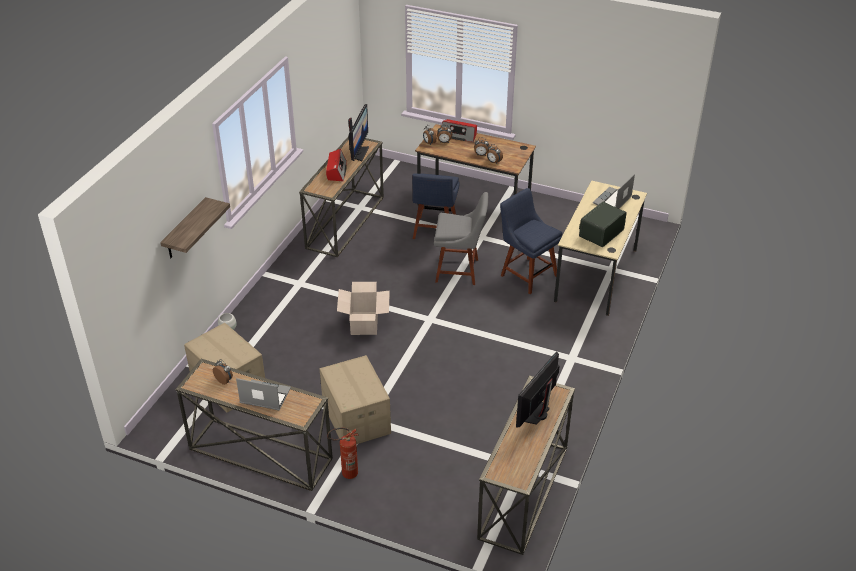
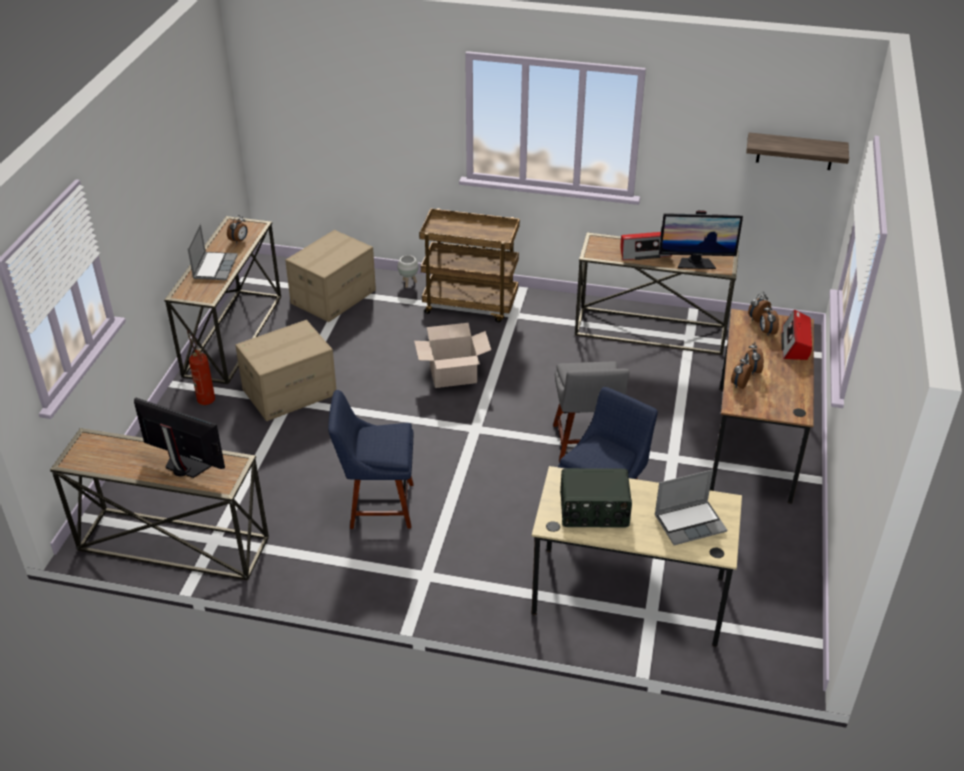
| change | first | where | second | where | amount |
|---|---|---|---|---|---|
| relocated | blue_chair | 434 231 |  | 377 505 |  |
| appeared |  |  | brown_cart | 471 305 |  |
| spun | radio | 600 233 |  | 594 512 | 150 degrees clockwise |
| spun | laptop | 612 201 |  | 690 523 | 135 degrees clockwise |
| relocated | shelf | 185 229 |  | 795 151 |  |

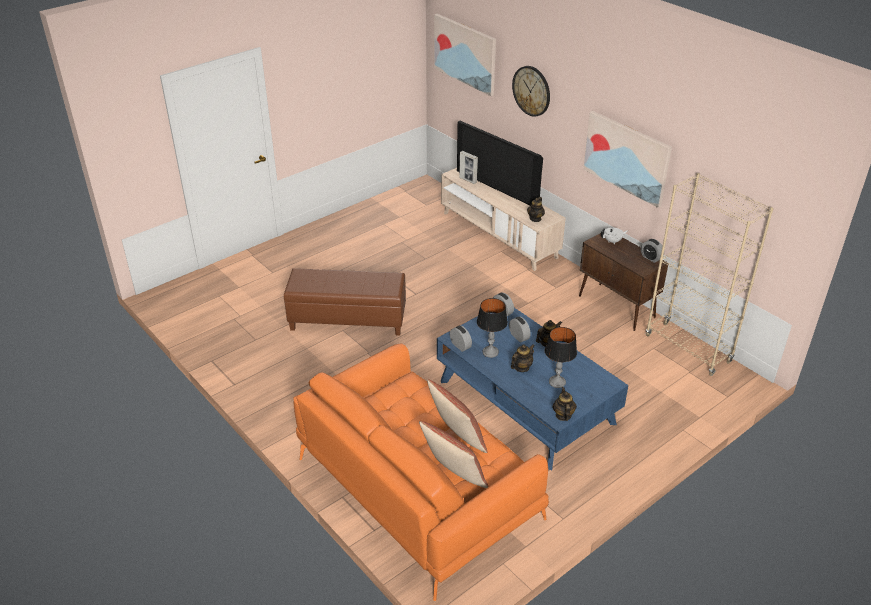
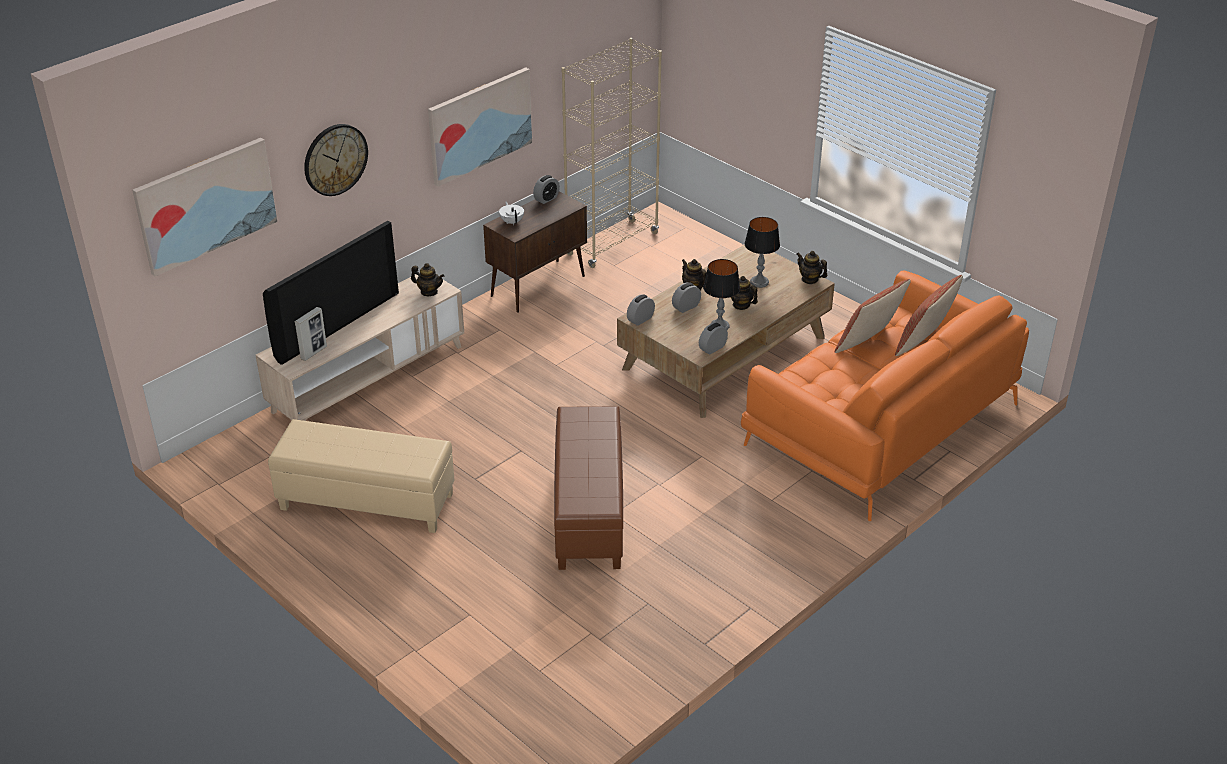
| change | first | where | second | where | amount |
|---|---|---|---|---|---|
| appeared |  |  | beige_ottoman | 366 502 |  |
| colour | blue_coffee_table | 525 401 | brown_coffee_table | 724 353 |  |
| spun | teapot | 563 415 |  | 810 279 | 45 degrees clockwise |

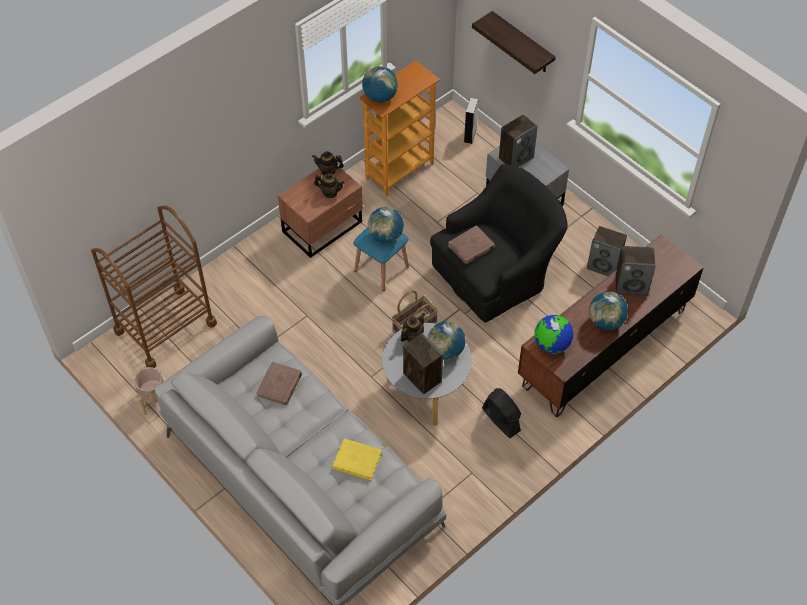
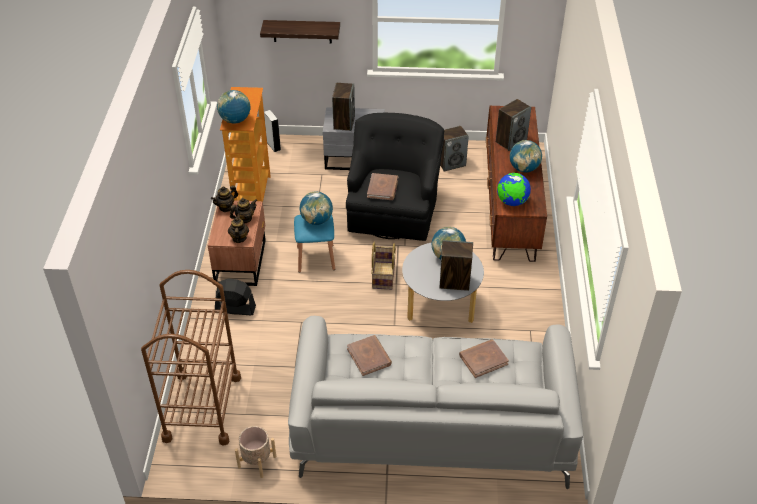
| change | first | where | second | where | amount |
|---|---|---|---|---|---|
| relocated | black_fan | 501 419 |  | 235 308 |  |
| relocated | teapot | 412 336 |  | 239 238 |  |
| colour | yellow_book | 357 460 | brown_book | 483 359 |  |

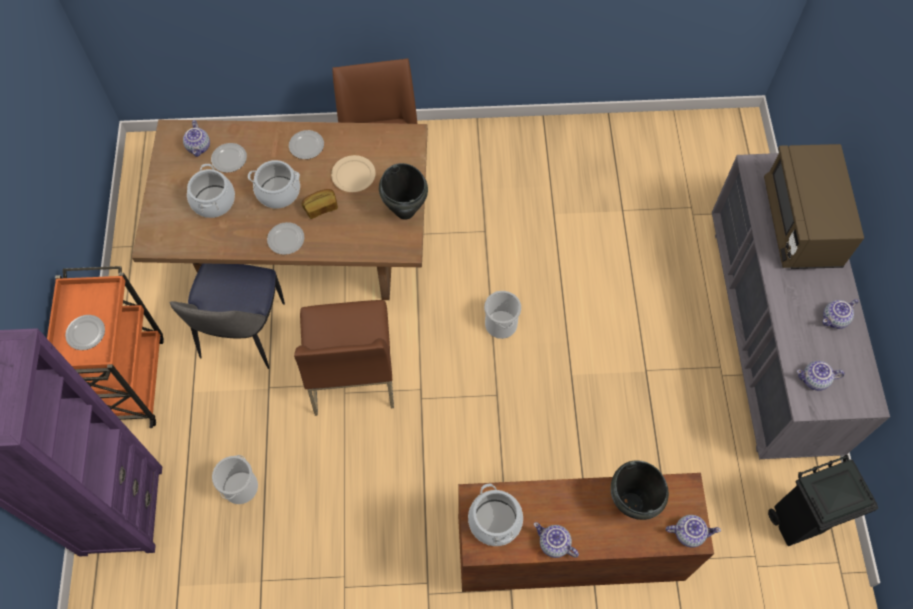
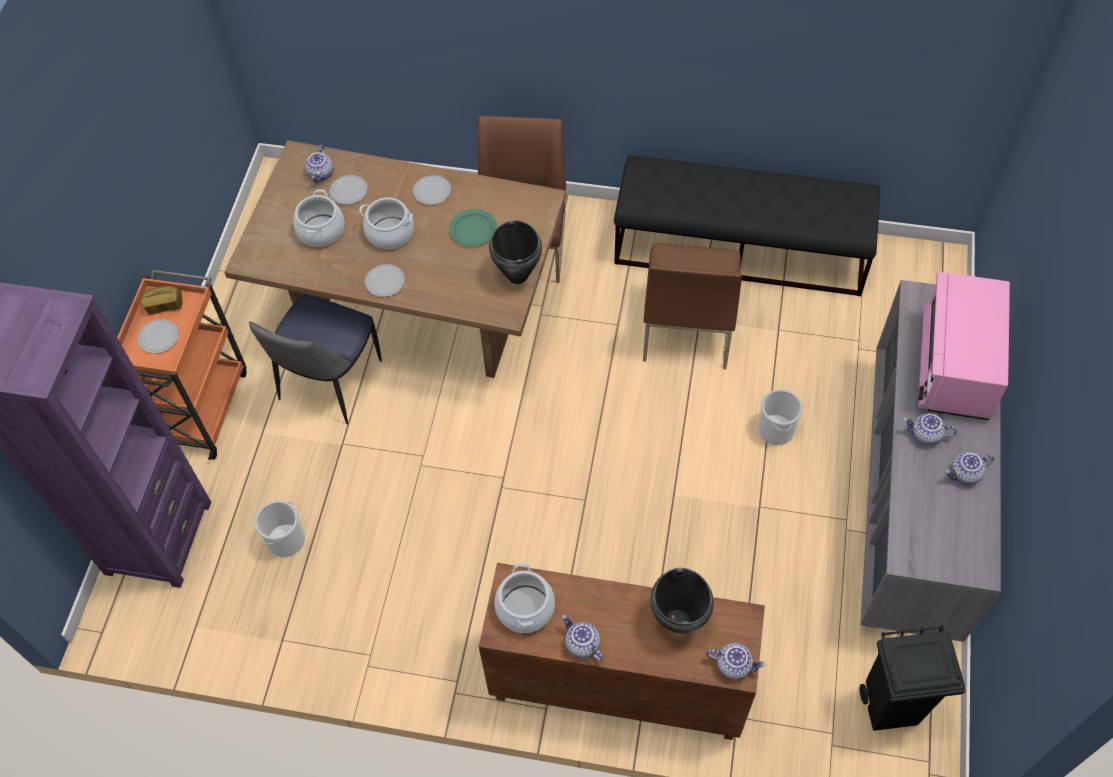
| change | first | where | second | where | amount |
|---|---|---|---|---|---|
| relocated | bread | 320 207 |  | 164 305 |  |
| colour | beige_plate | 353 175 | green_plate | 473 230 |  |
| appeared |  |  | black_bench | 741 250 |  |
| relocated | brown_chair | 351 371 |  | 686 327 |  |
| relocated | bucket | 501 324 |  | 776 430 |  |
| relocated | teapot | 814 380 |  | 925 436 |  |
| colour | brown_microwave | 801 224 | pink_microwave | 954 366 |  |

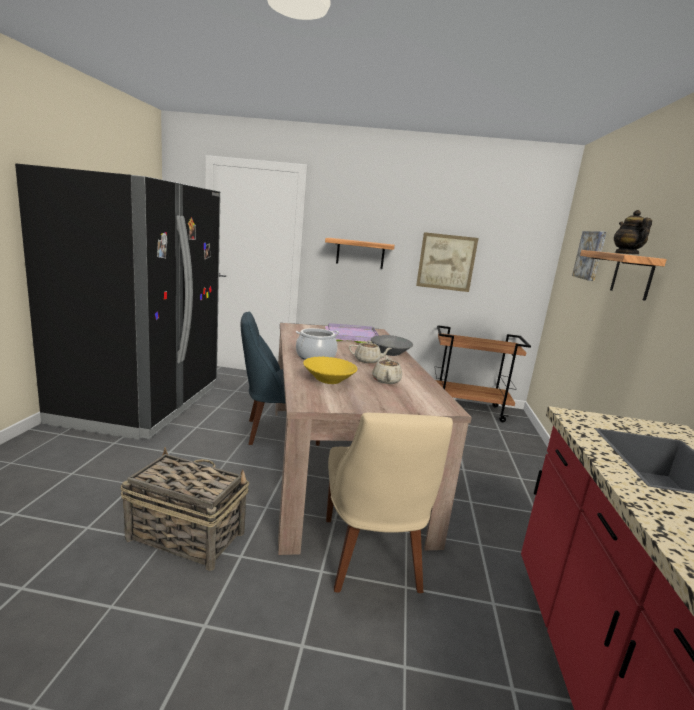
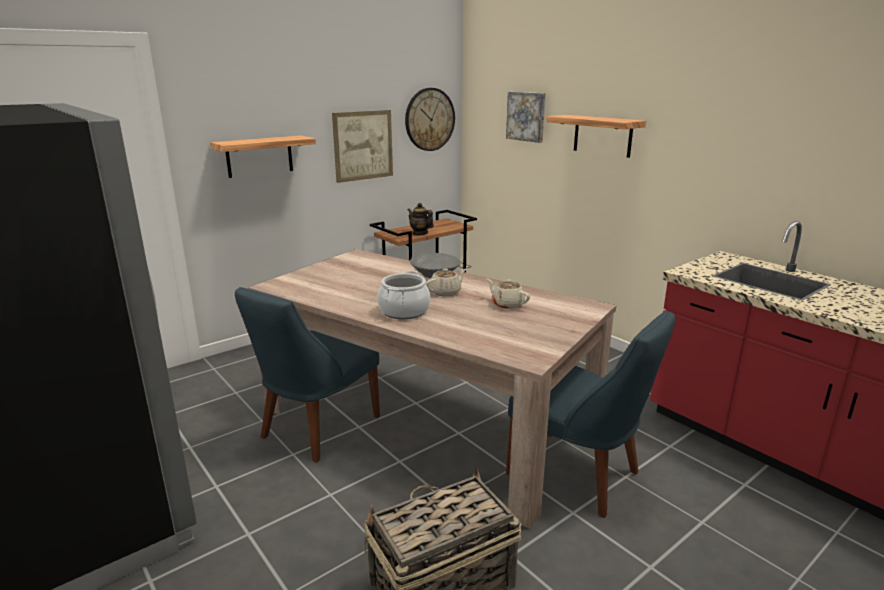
| change | first | where | second | where | amount |
|---|---|---|---|---|---|
| appeared |  |  | wall_clock | 429 119 |  |
| relocated | teapot | 626 254 |  | 420 233 |  |
| colour | beige_chair | 371 557 | blue_chair | 578 475 |  |
| missing | yellow_bowl | 329 380 |  |  |  |
| missing | purple_tray | 353 336 |  |  |  |

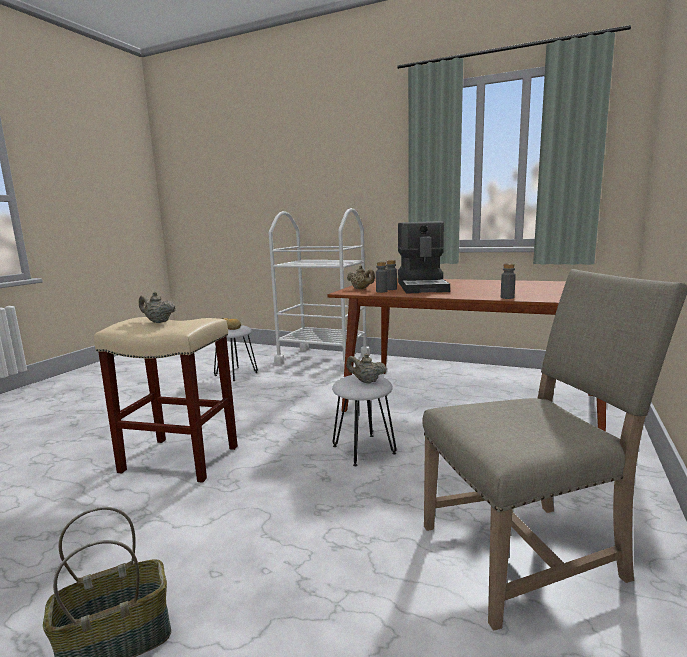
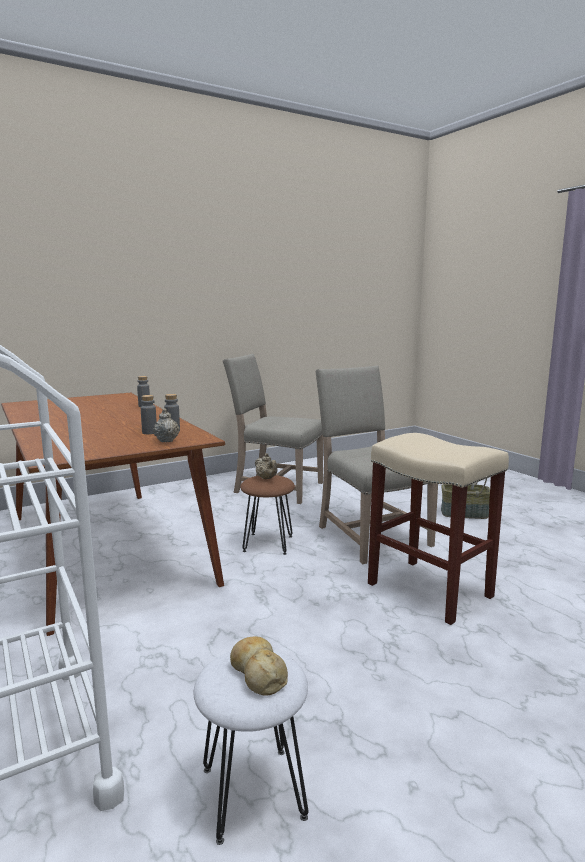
| change | first | where | second | where | amount |
|---|---|---|---|---|---|
| colour | white_stool | 363 450 | brown_stool | 268 543 |  |
| appeared |  |  | beige_chair | 369 535 |  |
| missing | beige_teapot | 158 322 |  |  |  |
| missing | coffee_machine | 423 287 |  |  |  |

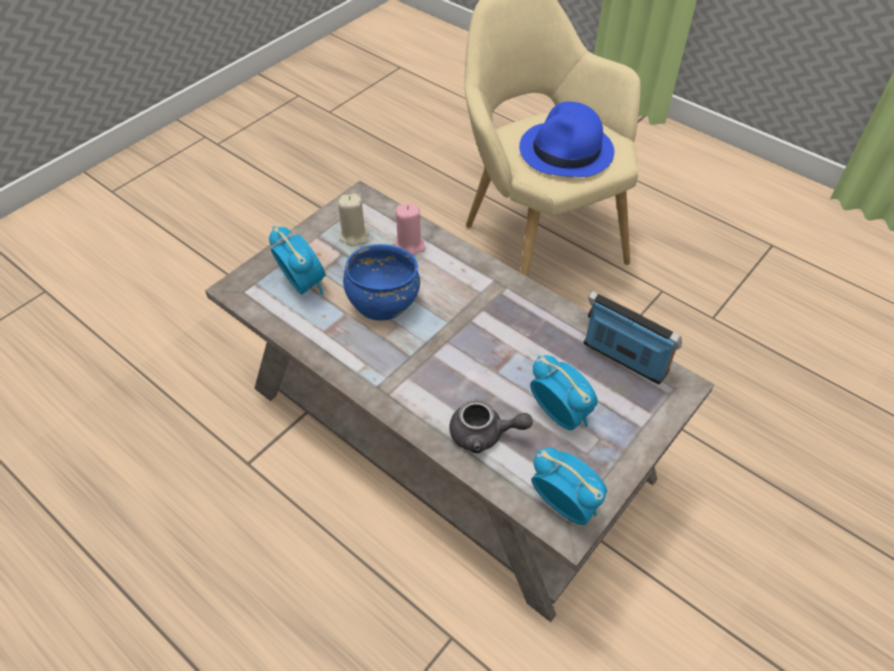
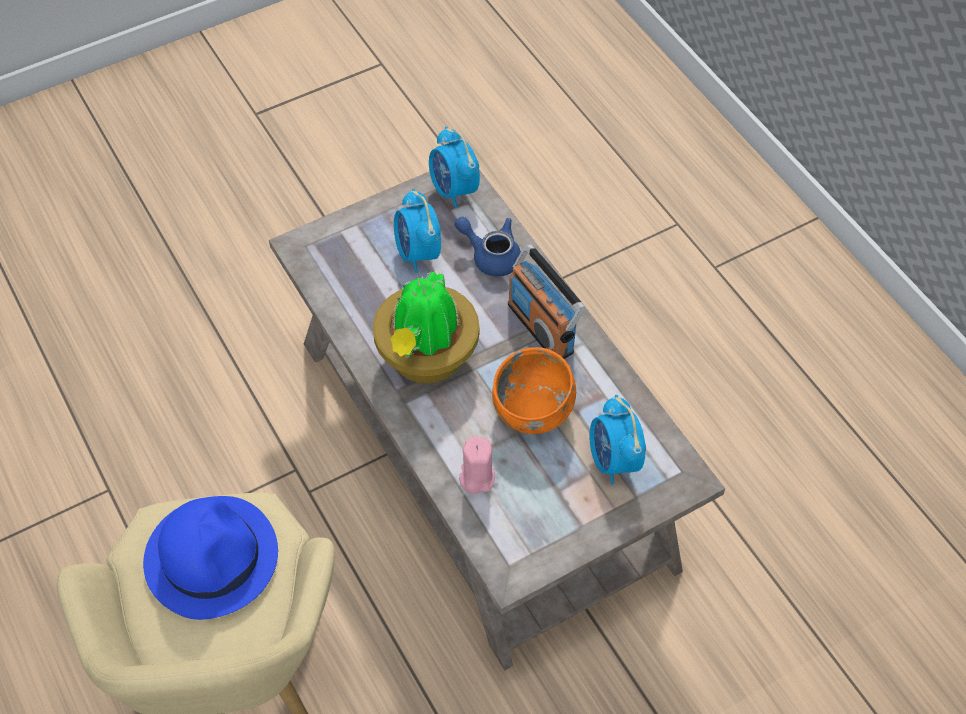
| change | first | where | second | where | amount |
|---|---|---|---|---|---|
| appeared |  |  | potted_plant | 426 359 |  |
| colour | grey_teapot | 484 435 | blue_teapot | 491 256 |  |
| colour | blue_bowl | 383 302 | orange_bowl | 533 410 |  |
| relocated | radio | 624 358 |  | 541 327 |  |
| missing | beige_candle | 354 236 |  |  |  |

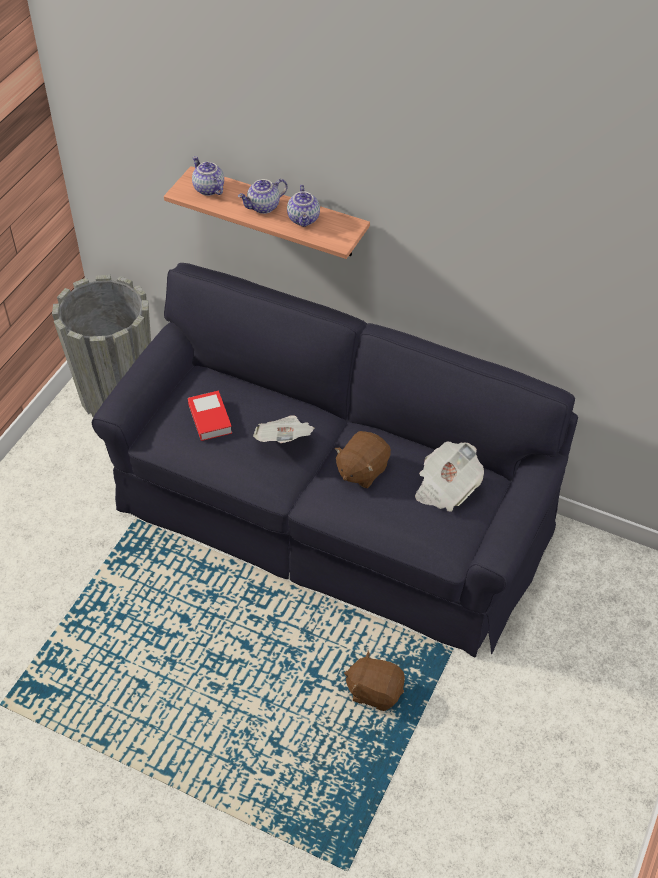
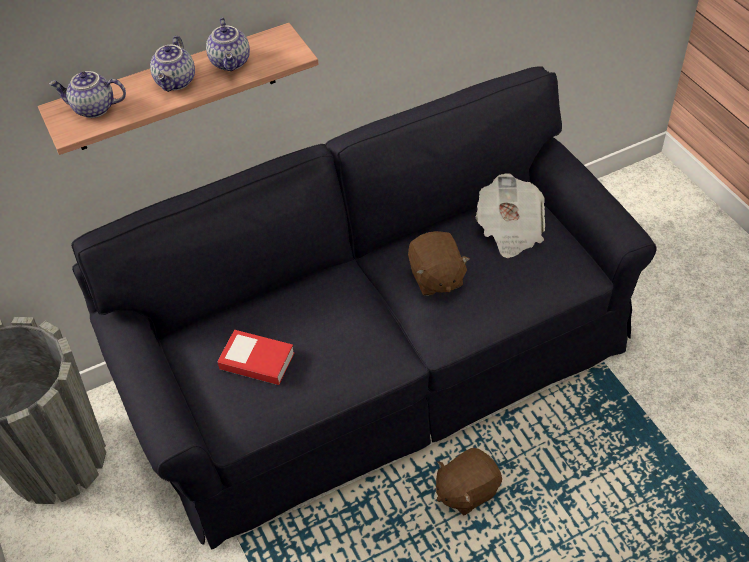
| change | first | where | second | where | amount |
|---|---|---|---|---|---|
| spun | teapot | 304 219 |  | 231 62 | 45 degrees clockwise |
| relocated | brown_plush_toy | 375 691 |  | 466 490 |  |
| missing | newspaper | 284 440 |  |  |  |

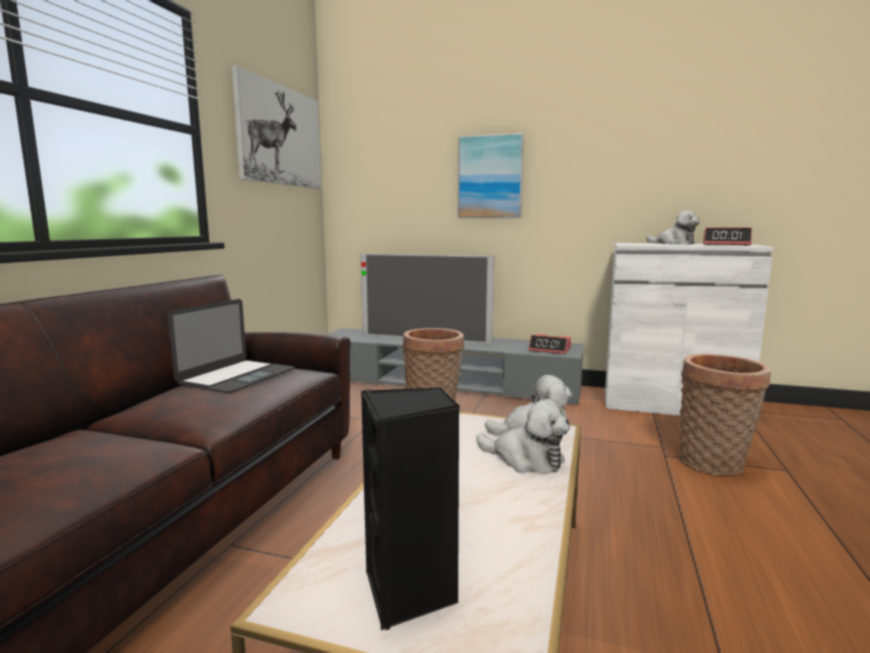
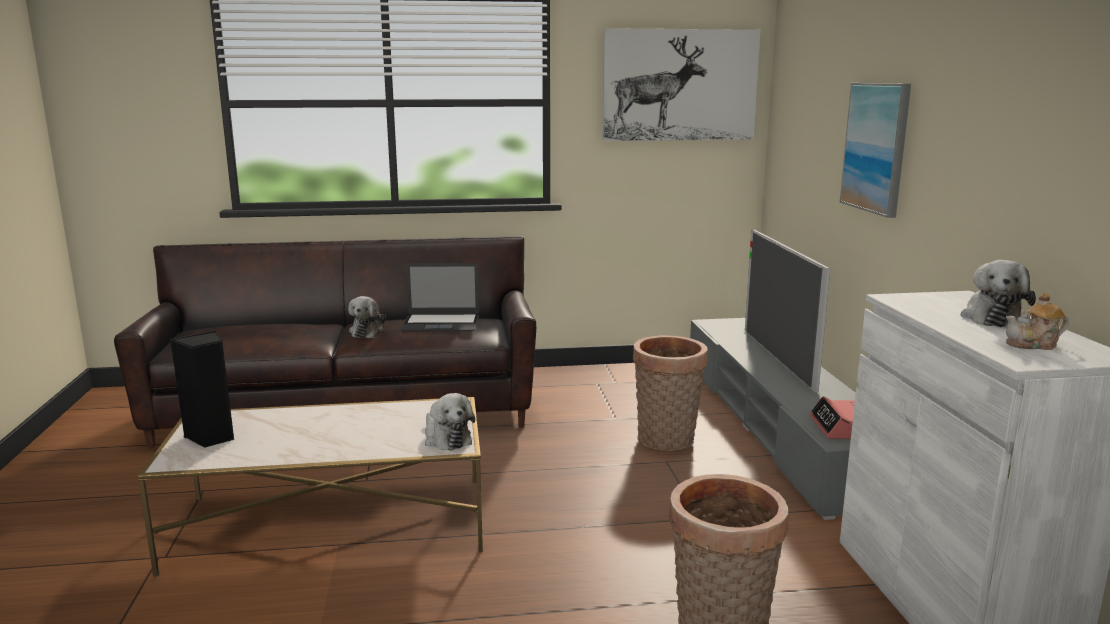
| change | first | where | second | where | amount |
|---|---|---|---|---|---|
| relocated | plush_toy | 526 459 |  | 368 331 |  |
| exchanged | alarm_clock | 726 244 | teapot | 1033 345 |  |

